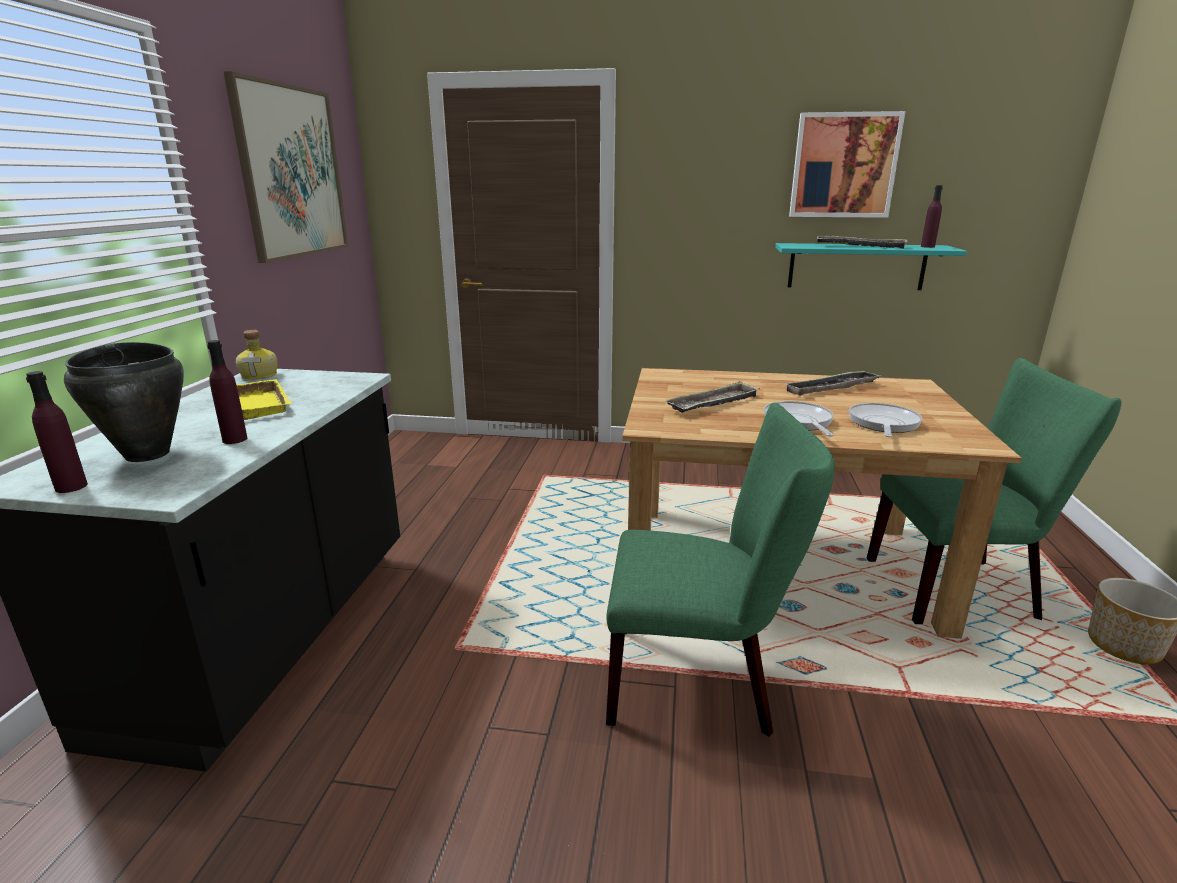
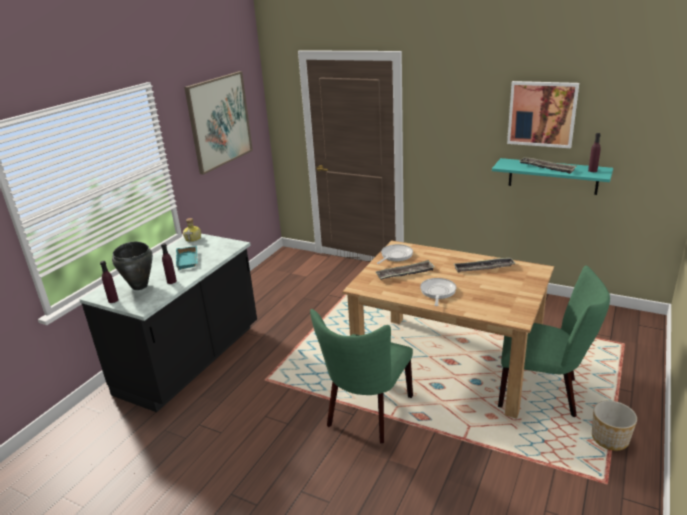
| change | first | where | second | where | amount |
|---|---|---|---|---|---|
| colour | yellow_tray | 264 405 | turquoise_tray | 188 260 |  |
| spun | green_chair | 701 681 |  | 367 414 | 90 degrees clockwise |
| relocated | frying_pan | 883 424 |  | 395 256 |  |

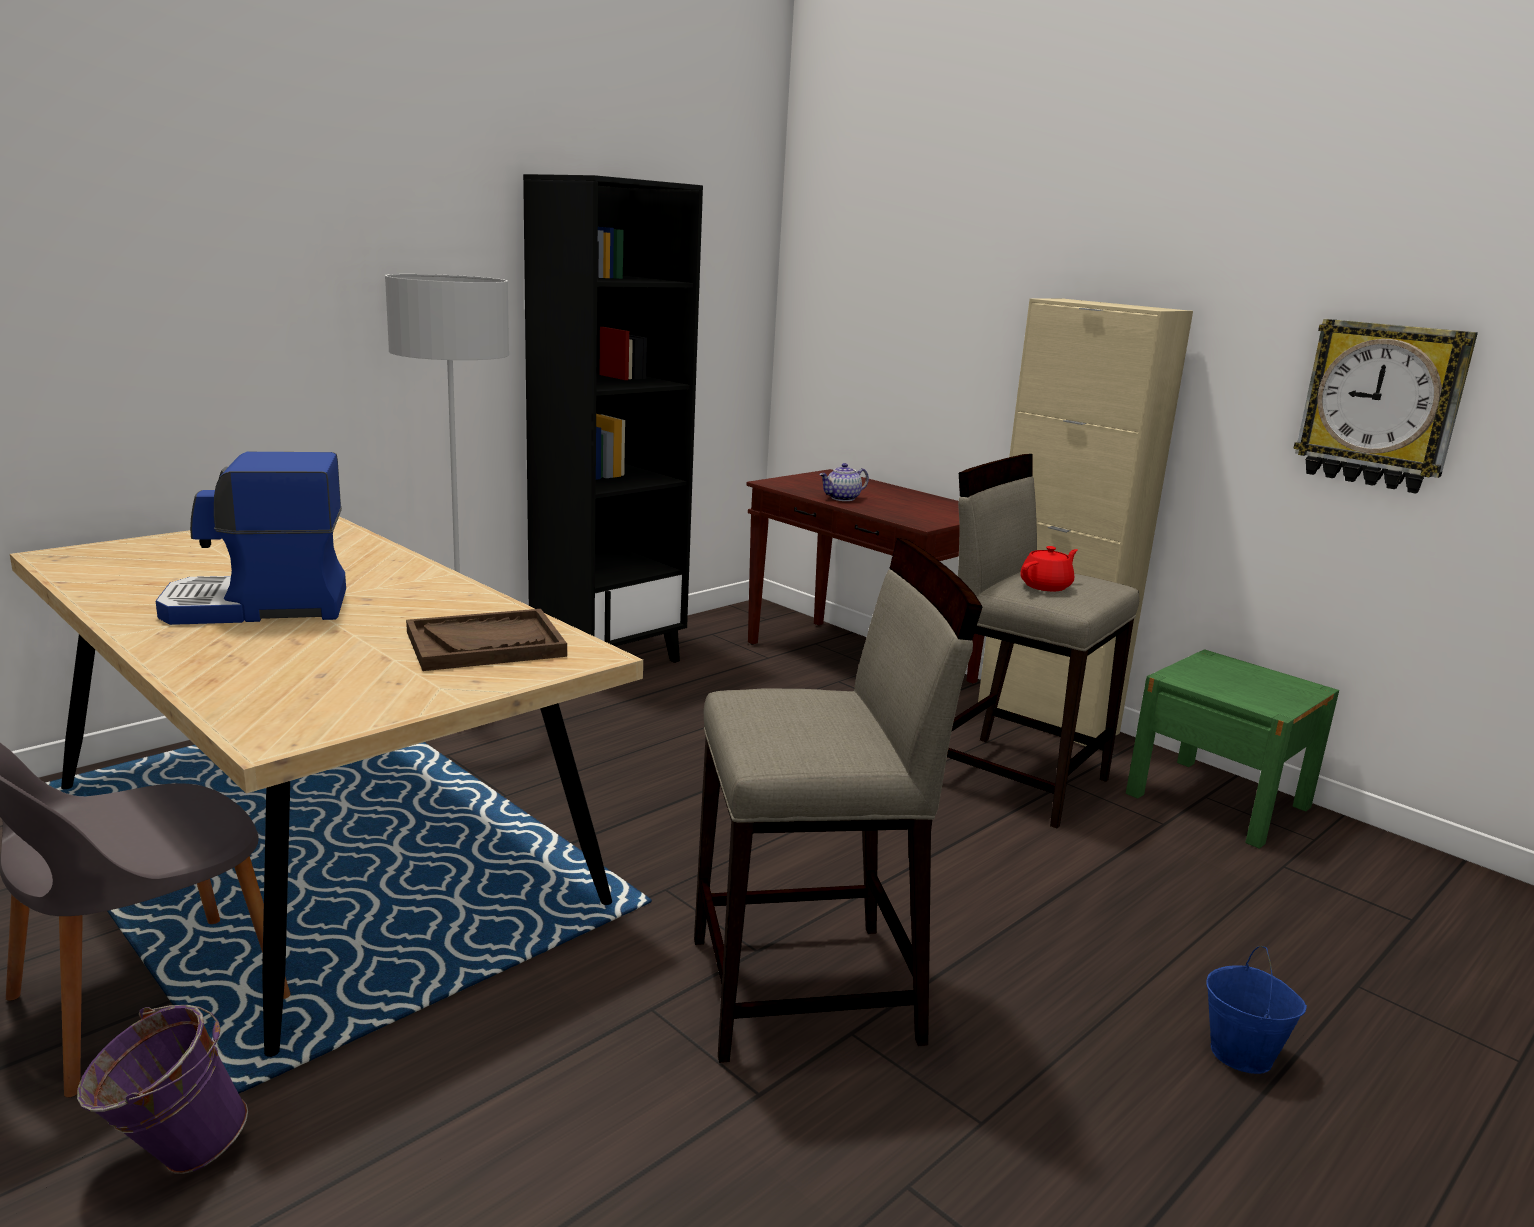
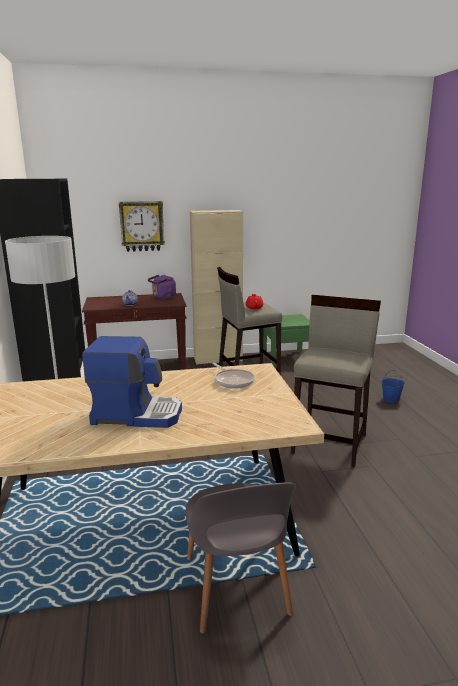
| change | first | where | second | where | amount |
|---|---|---|---|---|---|
| spun | coffee_machine | 258 607 |  | 137 414 | 105 degrees counterclockwise |
| relocated | wall_clock | 1381 405 |  | 142 226 |  |
| appeared |  |  | purple_kettle | 163 297 |  |
| exchanged | brown_tray | 486 644 | frying_pan | 233 381 |  |
| missing | purple_bucket | 171 1155 |  |  |  |

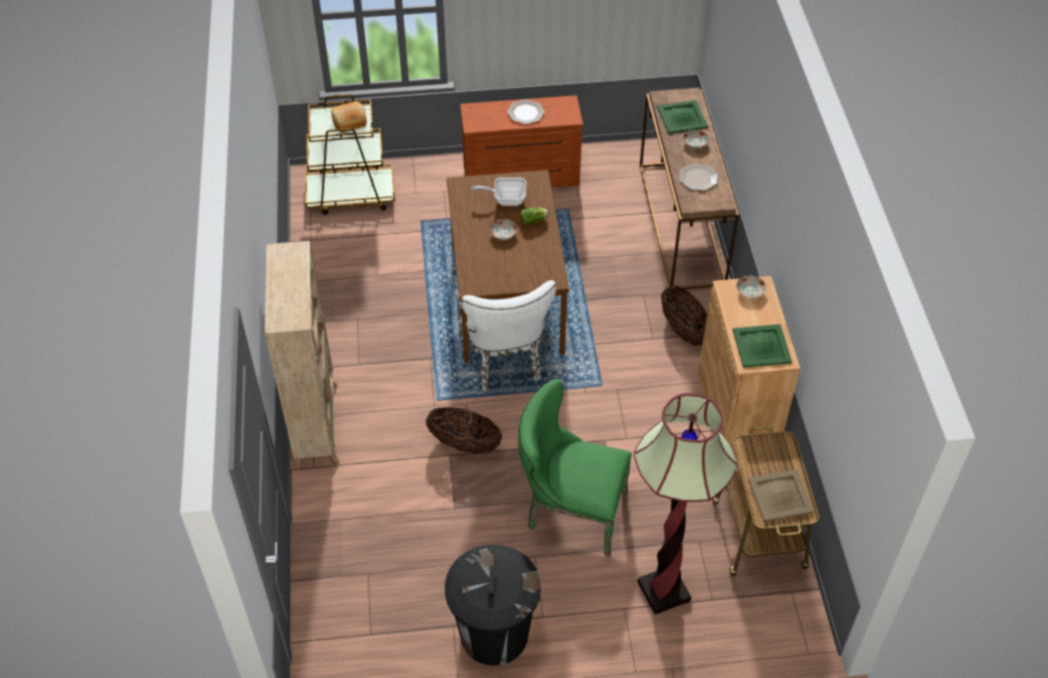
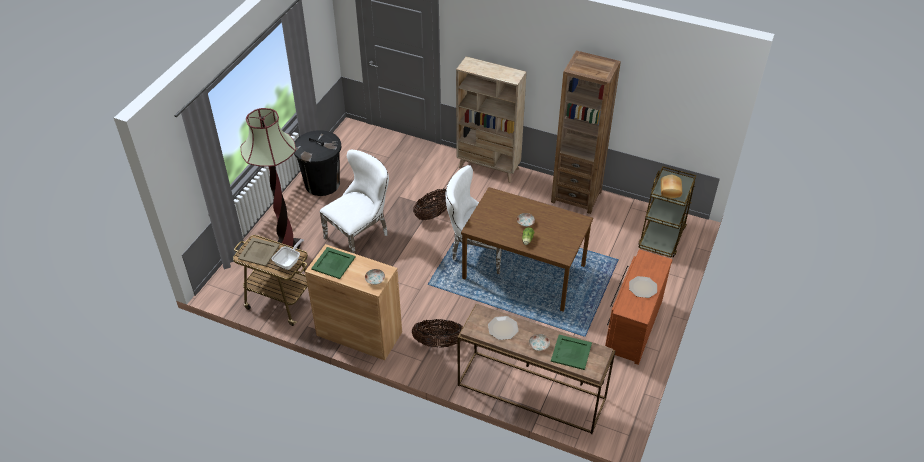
| change | first | where | second | where | amount |
|---|---|---|---|---|---|
| relocated | frying_pan | 506 199 |  | 289 262 |  |
| colour | green_chair | 570 511 | white_chair | 360 235 |  |
| appeared |  |  | brown_bookcase | 576 197 |  |

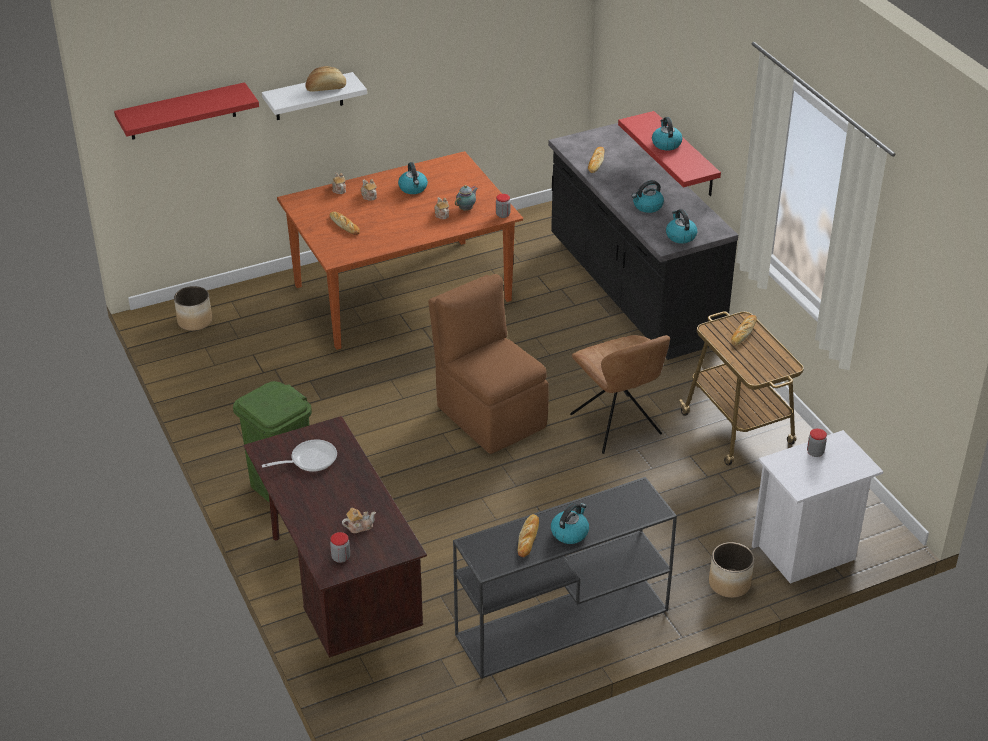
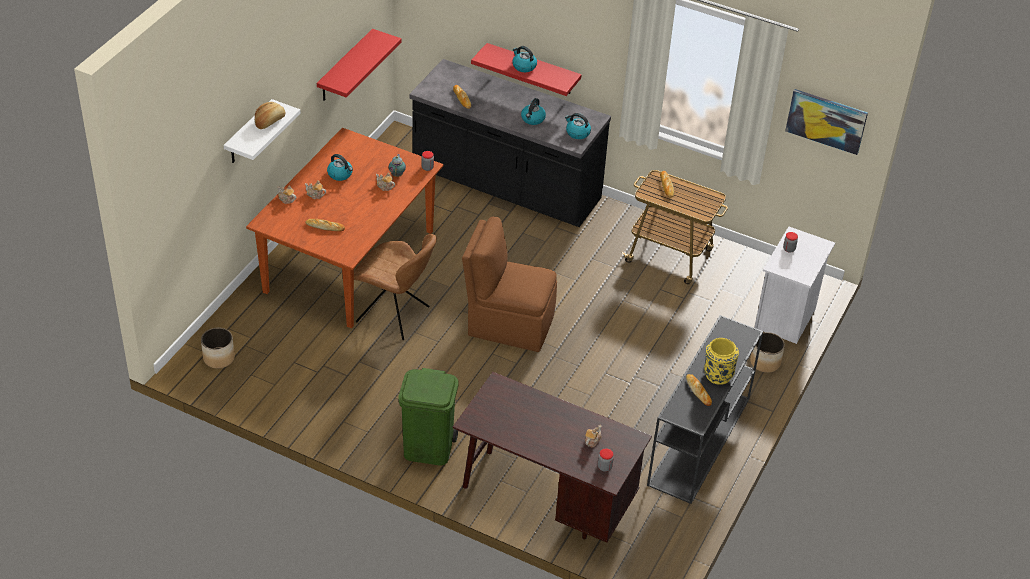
| change | first | where | second | where | amount |
|---|---|---|---|---|---|
| relocated | red_shelf | 182 111 |  | 345 66 |  |
| relocated | brown_chair | 617 426 |  | 395 315 |  |
| exchanged | kettle | 570 532 | yellow_vase | 717 375 |  |
| appeared |  |  | picture | 826 121 |  |
| missing | frying_pan | 309 460 |  |  |  |

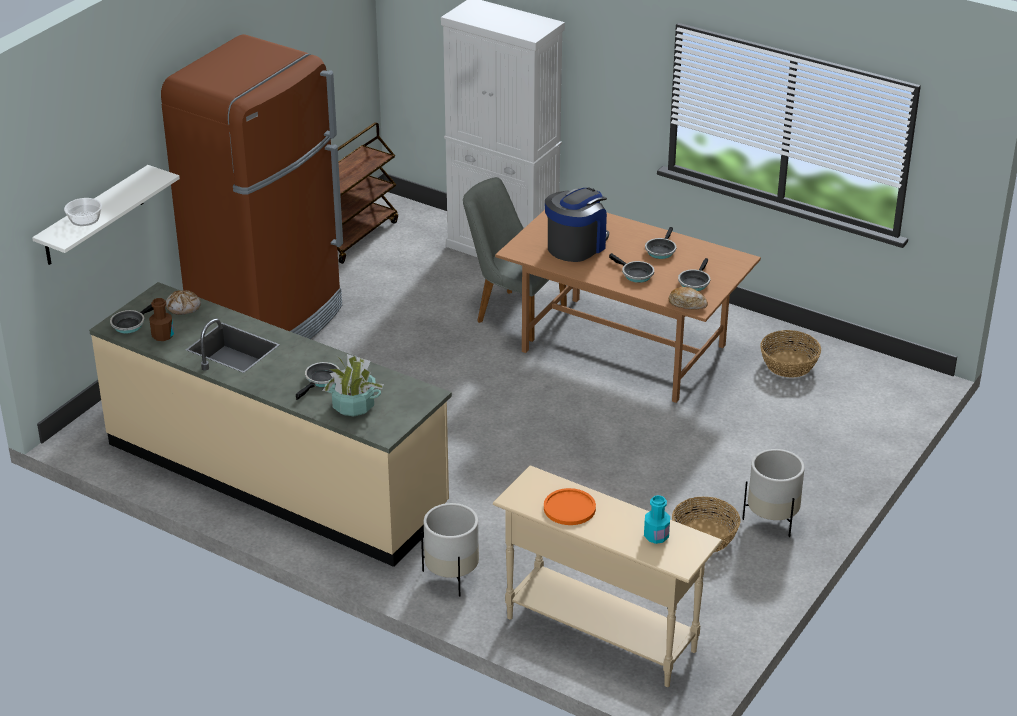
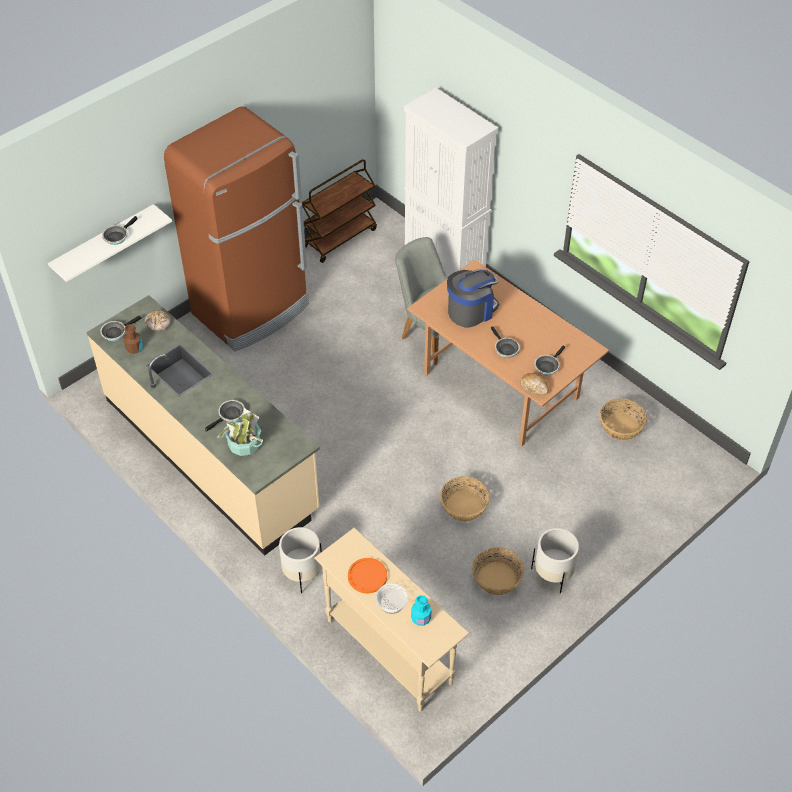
| change | first | where | second | where | amount |
|---|---|---|---|---|---|
| relocated | frying_pan | 660 250 |  | 117 236 |  |
| relocated | bowl | 84 218 |  | 391 603 |  |
| appeared |  |  | basket | 463 506 |  |

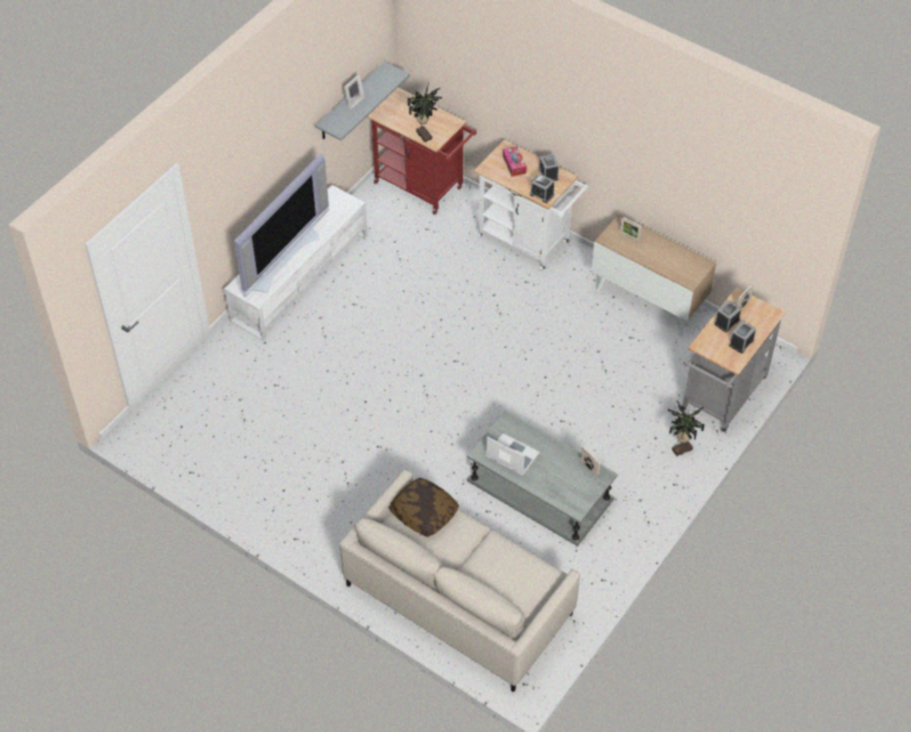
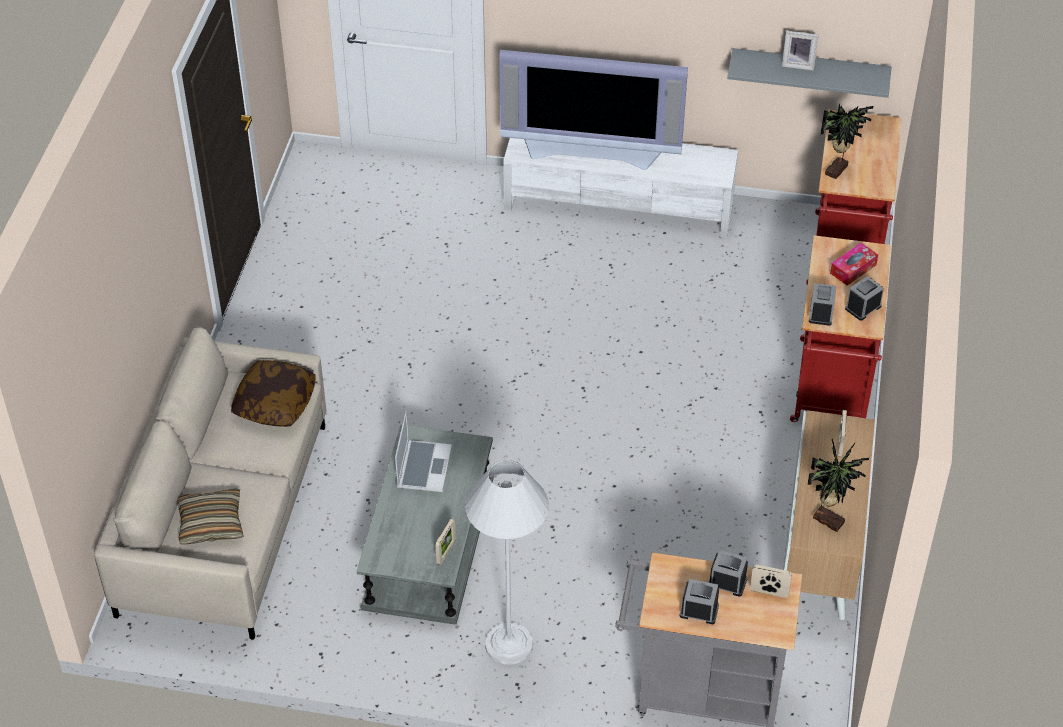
| change | first | where | second | where | amount |
|---|---|---|---|---|---|
| appeared |  |  | pillow | 211 523 |  |
| appeared |  |  | white_floor_lamp | 508 644 |  |
| colour | white_cart | 528 242 | red_cart | 831 391 |  |
| relocated | potted_plant | 681 448 |  | 829 519 |  |

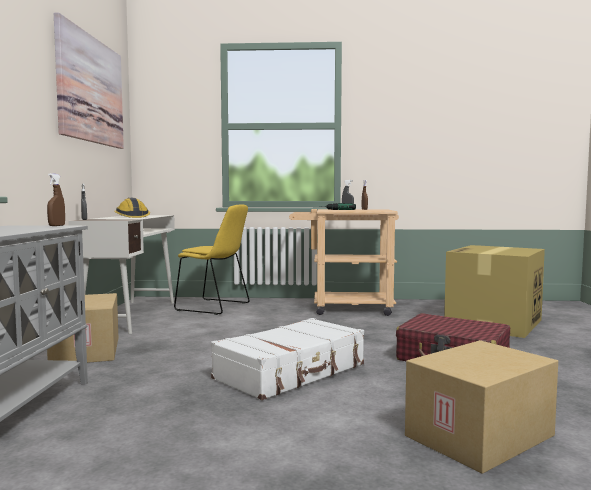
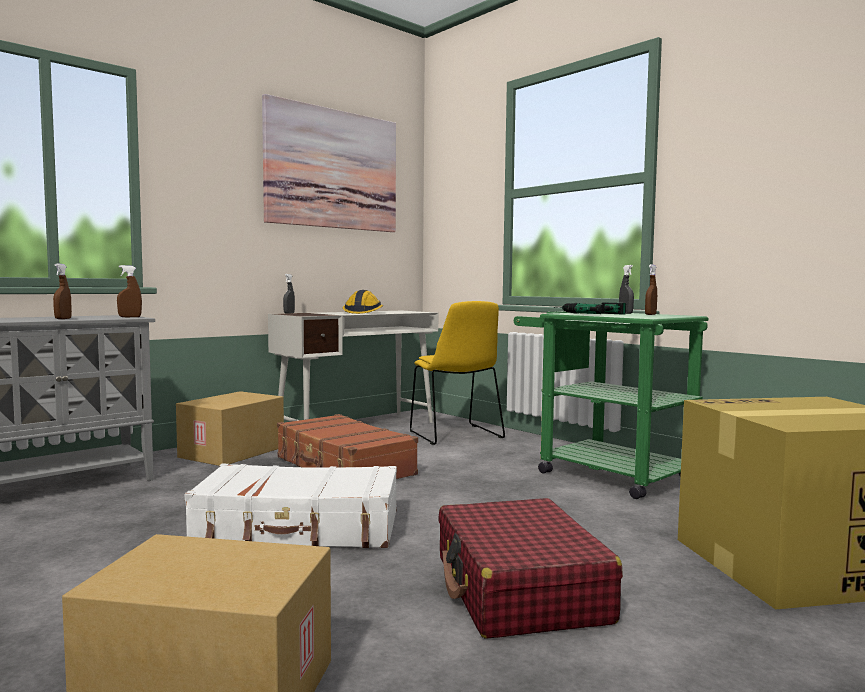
| change | first | where | second | where | amount |
|---|---|---|---|---|---|
| appeared |  |  | brown_spray_bottle | 63 319 |  |
| appeared |  |  | brown_suitcase | 343 466 |  |
| colour | beige_cart | 343 308 | green_cart | 603 472 |  |

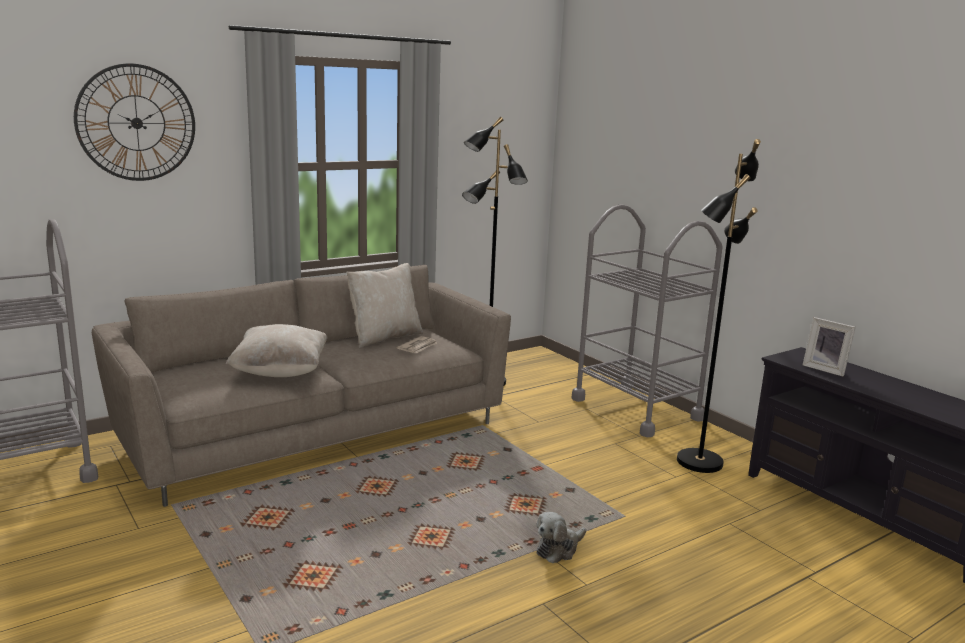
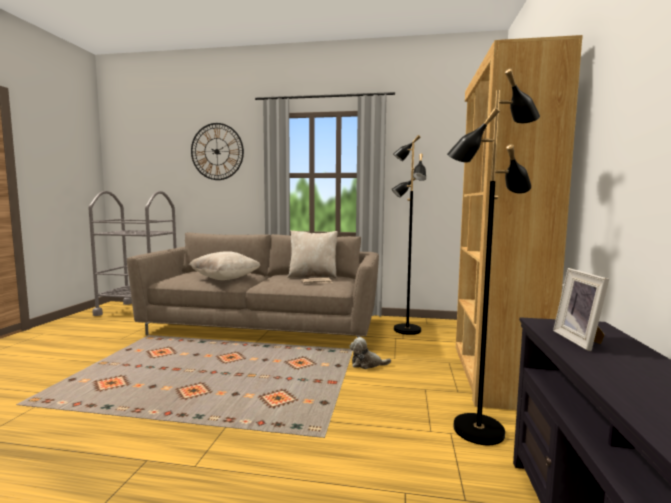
| change | first | where | second | where | amount |
|---|---|---|---|---|---|
| relocated | plush_toy | 559 549 |  | 367 364 |  |
| exchanged | grey_cart | 636 409 | brown_bookcase | 493 374 |  |

